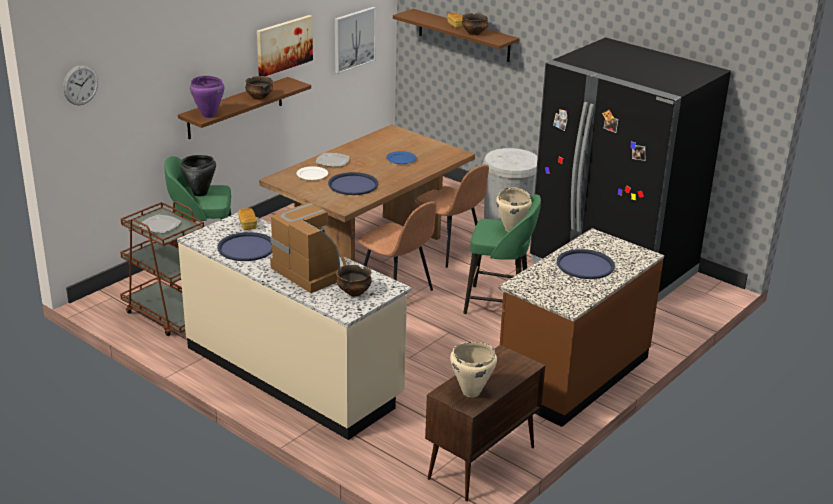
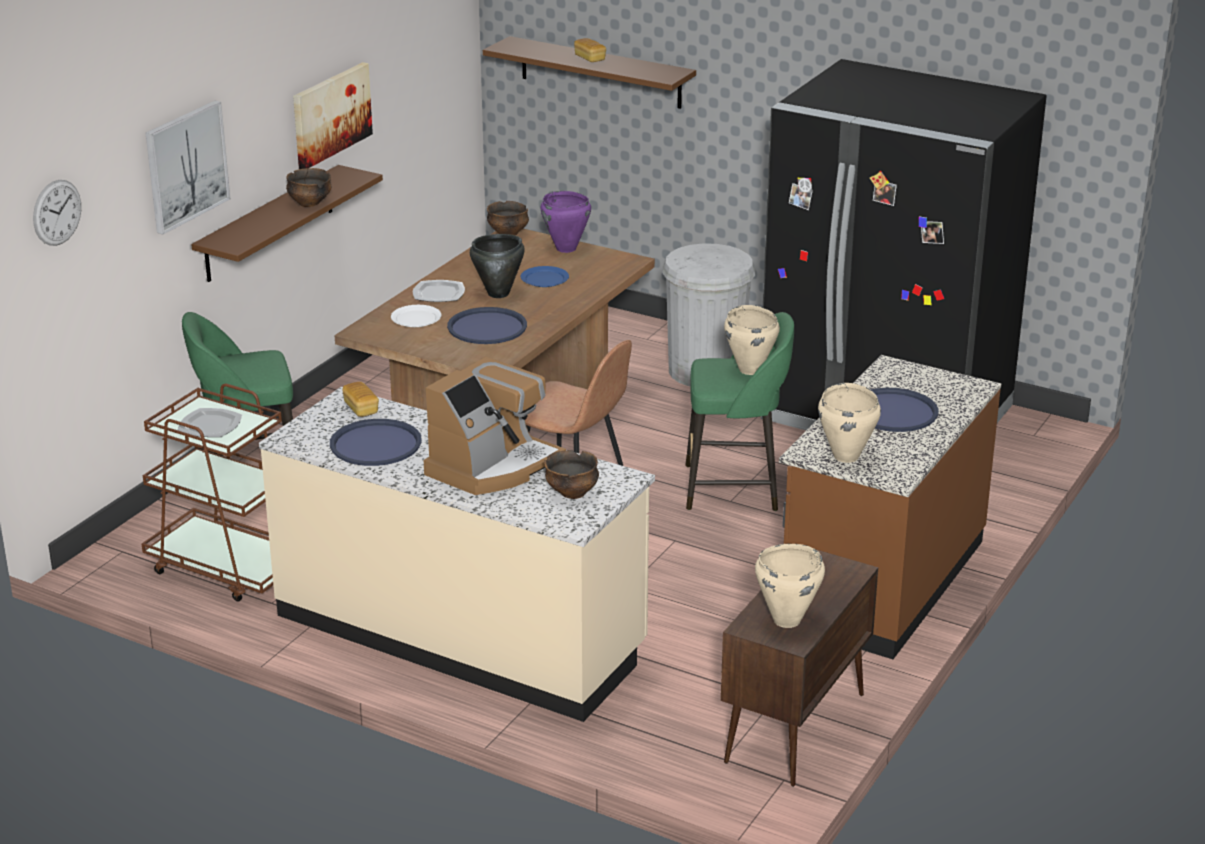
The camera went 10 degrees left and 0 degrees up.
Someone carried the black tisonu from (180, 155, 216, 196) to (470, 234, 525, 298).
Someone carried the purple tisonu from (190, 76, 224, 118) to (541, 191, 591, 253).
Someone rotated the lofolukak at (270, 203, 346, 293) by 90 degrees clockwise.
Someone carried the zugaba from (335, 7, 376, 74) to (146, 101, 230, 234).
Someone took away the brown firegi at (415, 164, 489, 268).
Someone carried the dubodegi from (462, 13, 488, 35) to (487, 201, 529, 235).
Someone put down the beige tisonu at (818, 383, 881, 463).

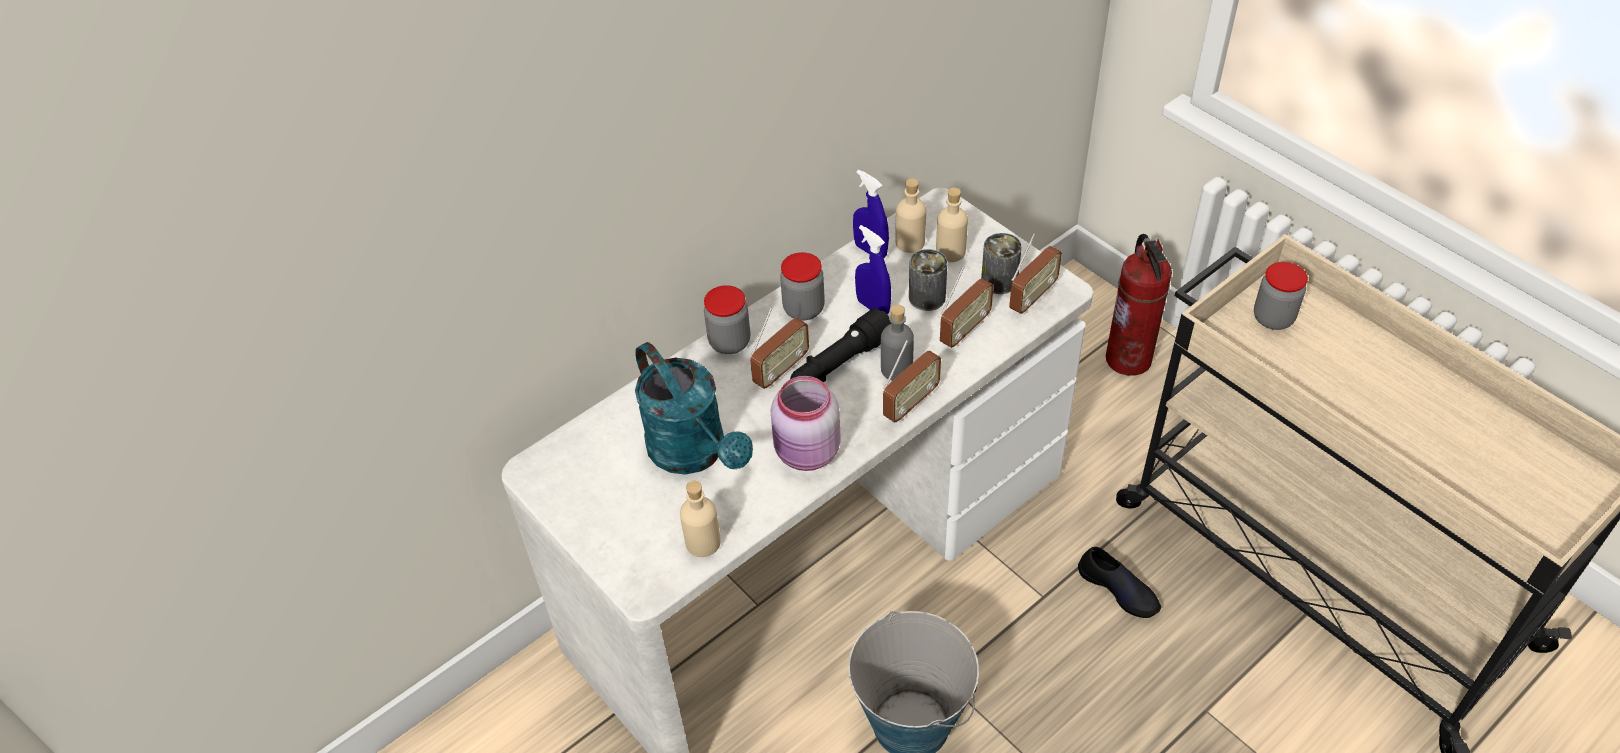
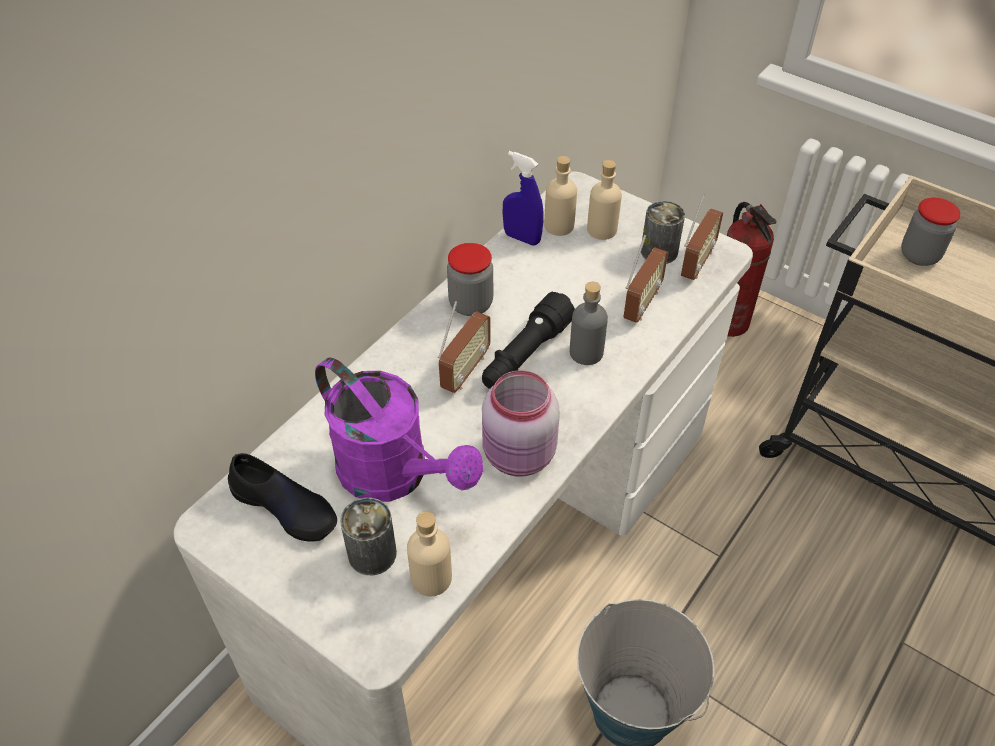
The camera went 15 degrees left and 0 degrees up.
Someone repainted the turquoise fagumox at (635, 342, 753, 475), which became the purple fagumox at (315, 358, 483, 502).
Someone took away the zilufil at (704, 285, 750, 354).
Someone took away the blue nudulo at (855, 225, 891, 315).
Someone took away the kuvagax at (883, 340, 941, 423).
Someone carried the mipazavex from (909, 249, 947, 311) to (340, 498, 397, 575).
Someone carried the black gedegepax from (1078, 547, 1161, 618) to (228, 453, 337, 542).

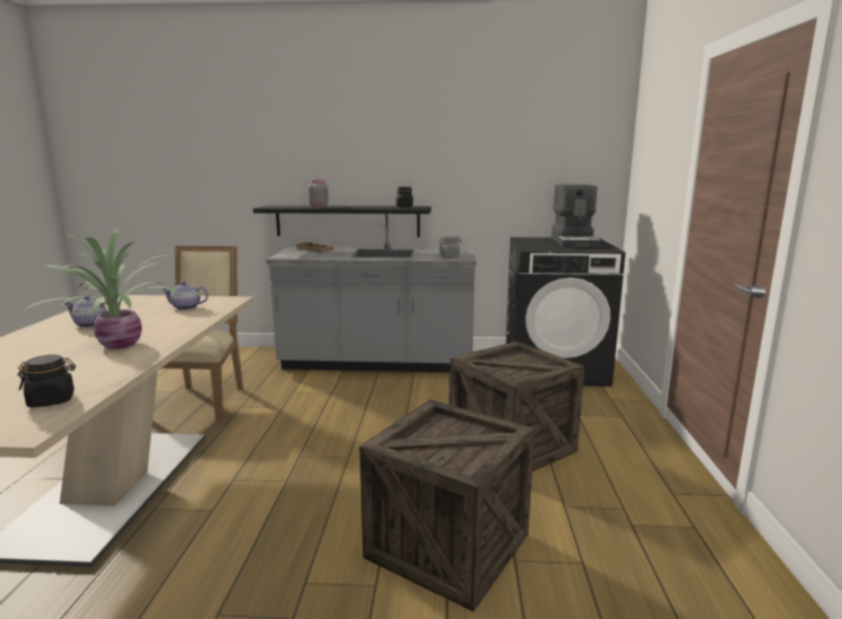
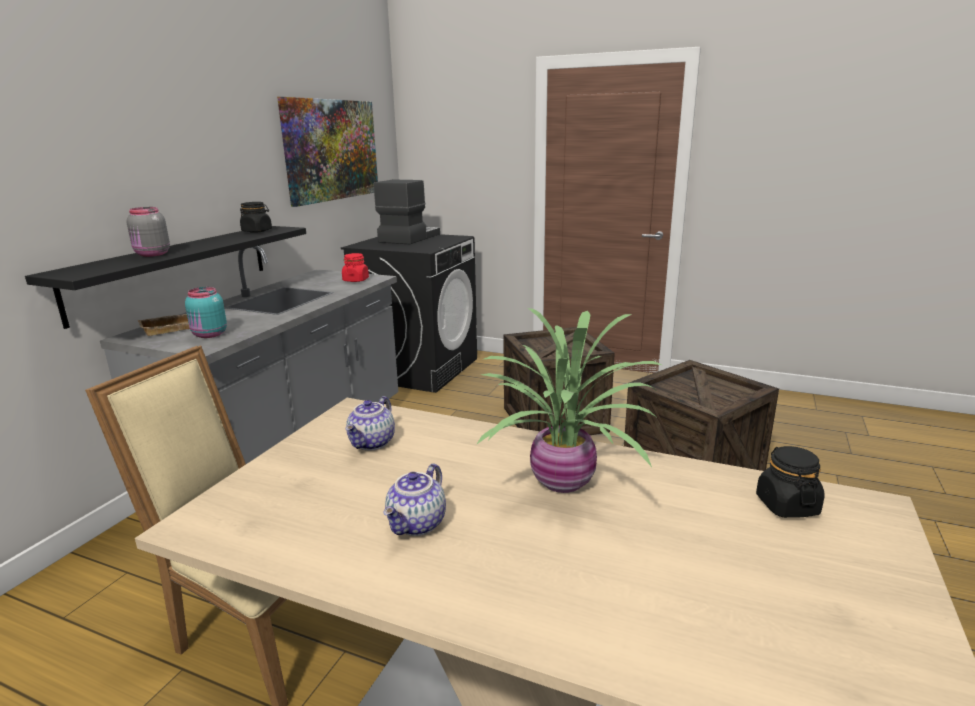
The camera went 70 degrees left and 5 degrees up.
Someone repainted the grey zilufil at (438, 235, 462, 258), which became the red zilufil at (342, 253, 369, 282).
Someone rotated the lofolukak at (551, 184, 601, 247) by 90 degrees counterclockwise.
Someone put down the turquoise zilufil at (185, 287, 227, 338).
Someone put up the zugaba at (277, 97, 378, 207).

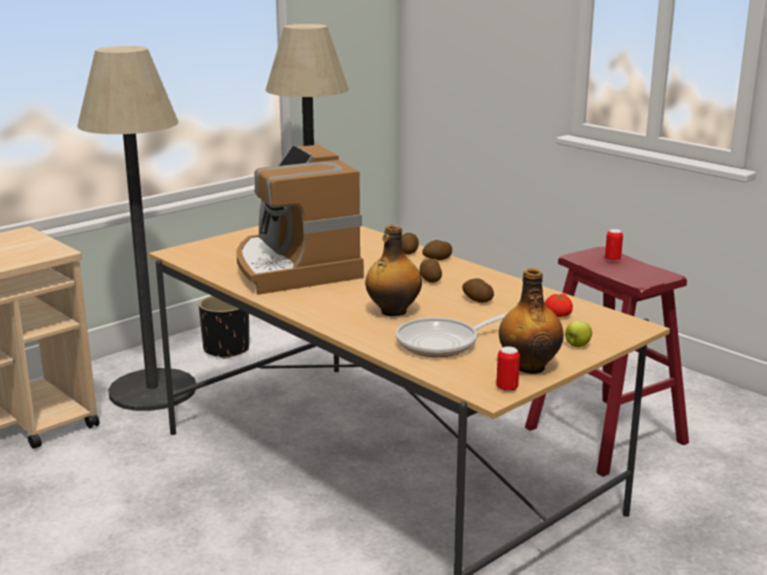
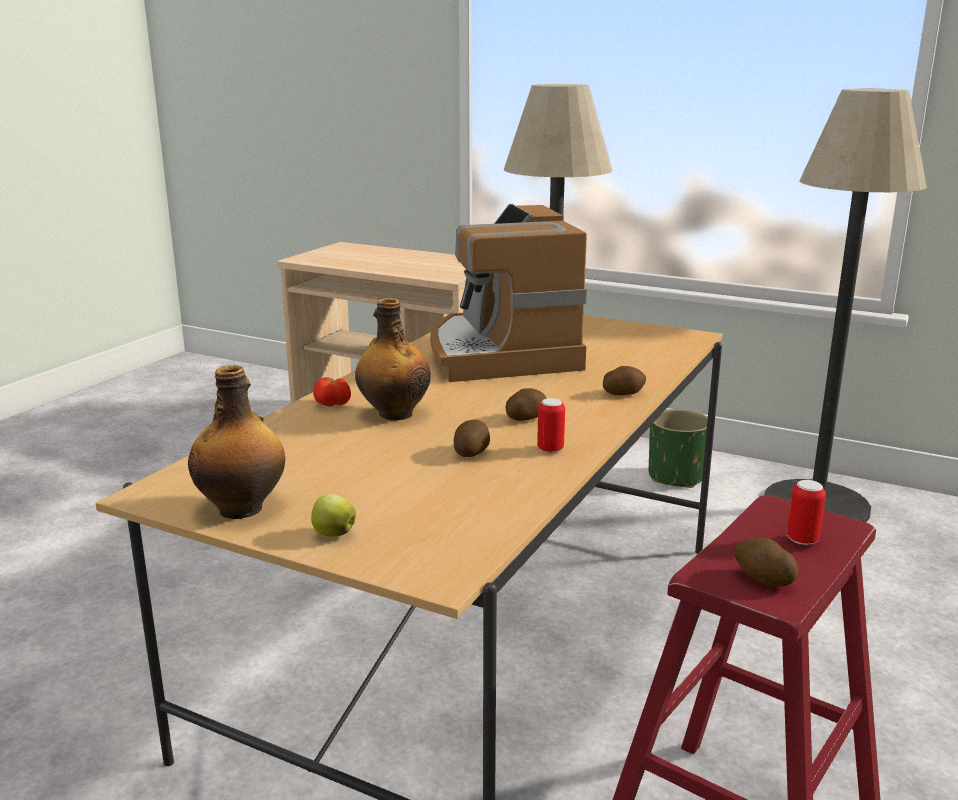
The camera went 70 degrees right and 0 degrees up.
Someone repainted the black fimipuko at (199, 296, 249, 359), which became the green fimipuko at (649, 409, 708, 488).
Someone rotated the lofolukak at (236, 145, 364, 295) by 60 degrees counterclockwise.
Someone took away the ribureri at (396, 313, 507, 357).
Someone carried the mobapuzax from (422, 240, 452, 260) to (734, 538, 798, 587).
Someone carried the mipazavex from (496, 346, 520, 392) to (537, 398, 565, 453).
Someone carried the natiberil from (545, 294, 573, 317) to (313, 377, 351, 407).

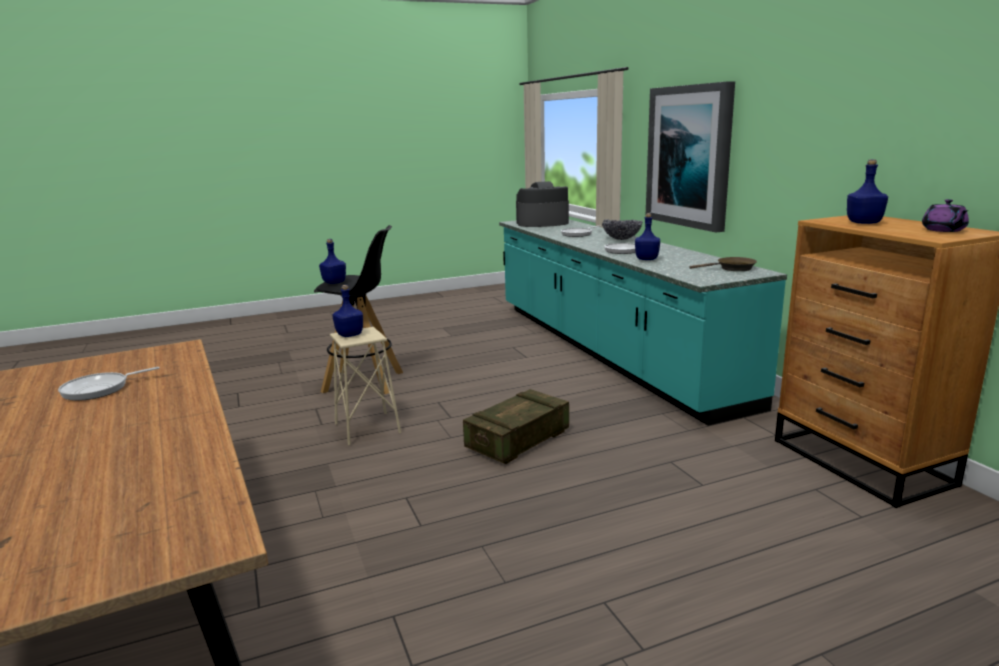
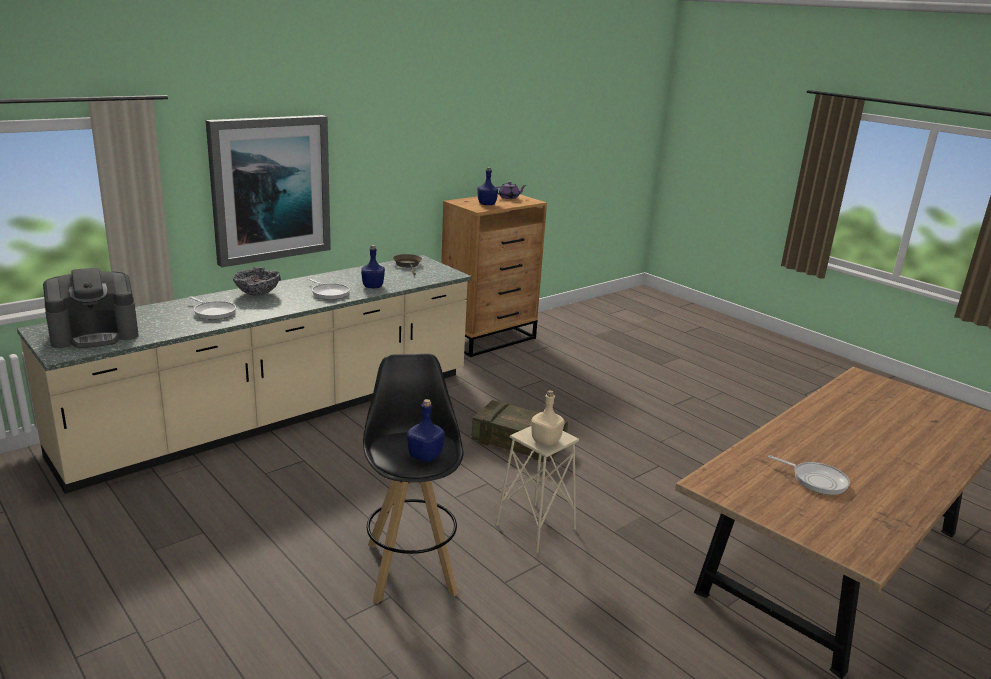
The camera went 110 degrees left and 5 degrees up.
Someone repainted the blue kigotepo at (333, 285, 363, 337), which became the beige kigotepo at (531, 390, 565, 446).
Someone repainted the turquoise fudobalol at (499, 219, 787, 426), which became the beige fudobalol at (17, 255, 472, 494).
Someone rotated the lofolukak at (516, 181, 569, 227) by 90 degrees counterclockwise.

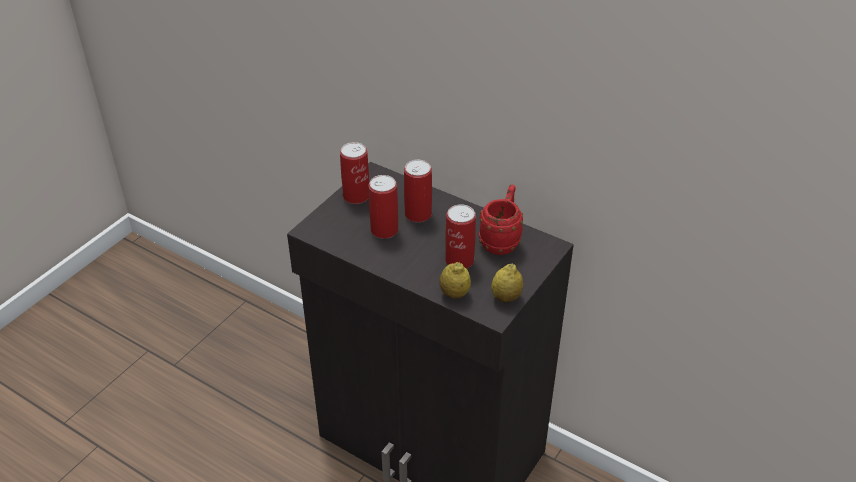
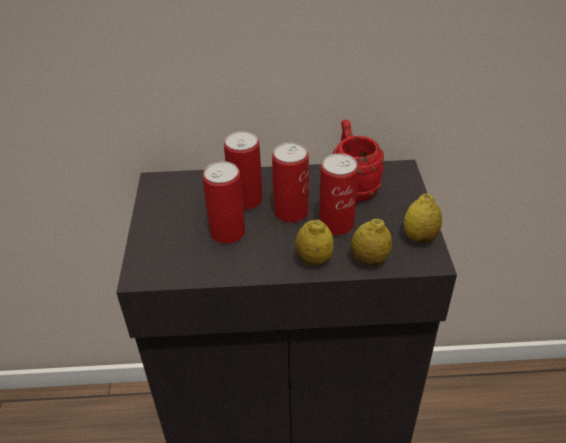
The camera went 35 degrees left and 0 degrees up.
Someone carried the mipazavex from (340, 142, 369, 204) to (272, 142, 309, 223).
Someone put down the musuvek at (295, 220, 334, 265).

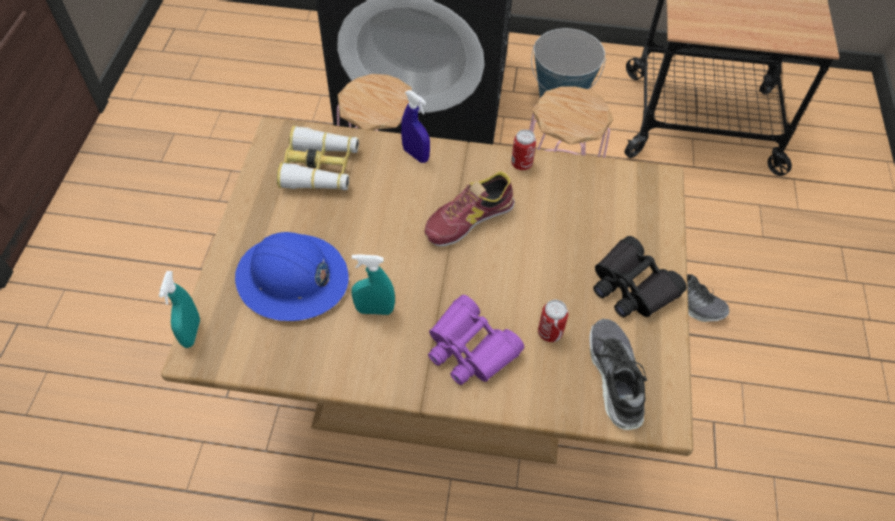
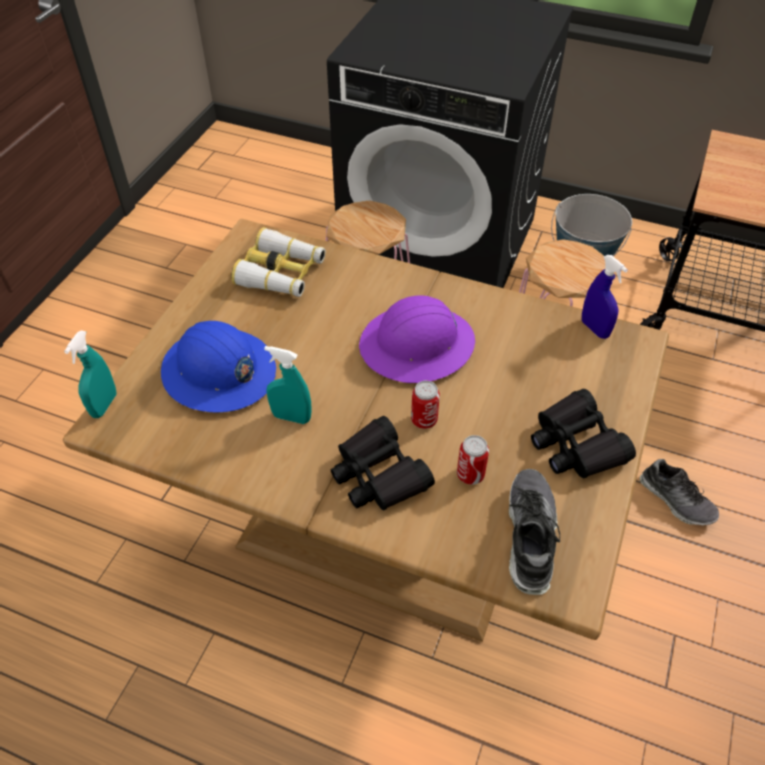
The camera went 15 degrees right and 5 degrees down.
Someone carried the blue nudulo from (401, 90, 430, 163) to (582, 255, 628, 339).
Someone swapped the gedegepax at (425, 172, 515, 247) for the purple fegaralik at (359, 295, 475, 383).
Someone repainted the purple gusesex at (428, 295, 524, 385), which became the black gusesex at (331, 416, 435, 510).
Someone carried the mipazavex from (511, 129, 536, 170) to (411, 381, 440, 429).

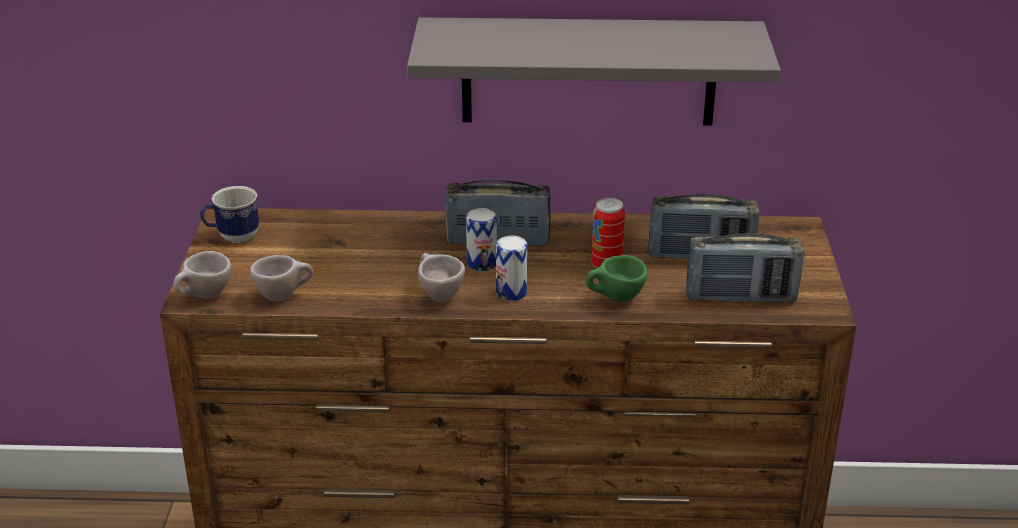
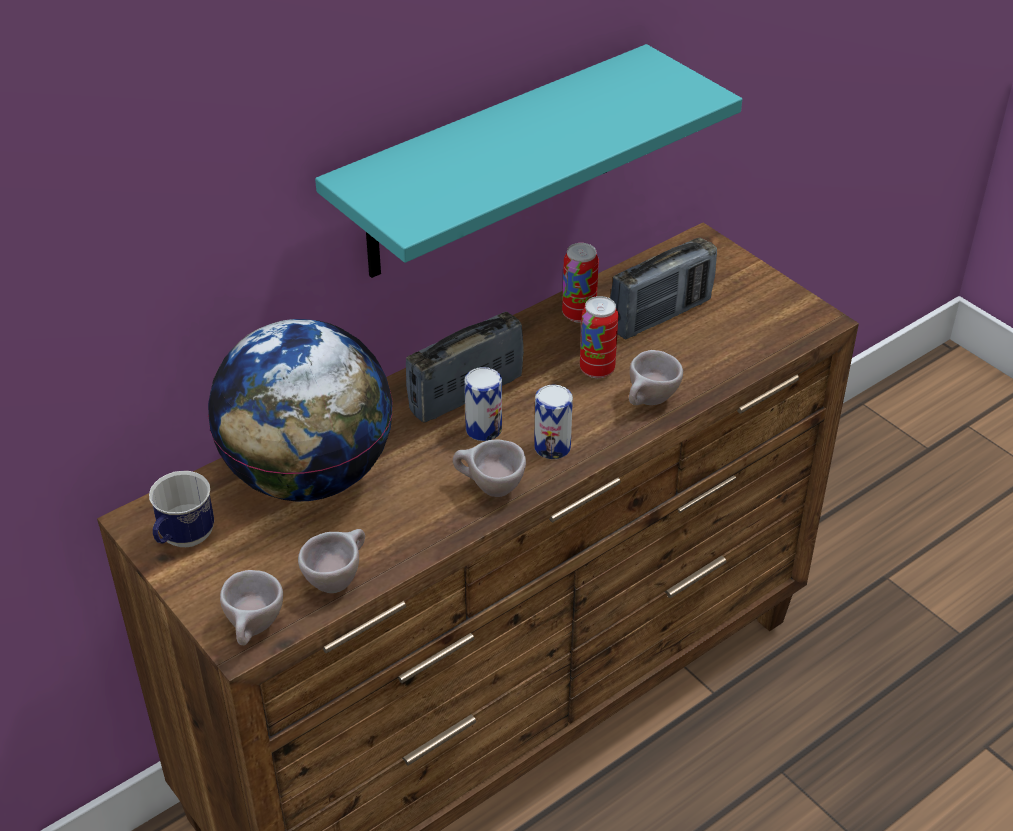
The camera went 40 degrees left and 10 degrees up.
Someone repainted the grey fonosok at (407, 17, 781, 126), which became the turquoise fonosok at (315, 44, 742, 278).
Someone repainted the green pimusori at (585, 255, 648, 303), which became the beige pimusori at (629, 350, 683, 405).
Someone took away the kuvagax at (686, 233, 804, 303).
Someone put down the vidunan at (208, 319, 393, 501).
Someone put down the mipazavex at (562, 243, 599, 323).

